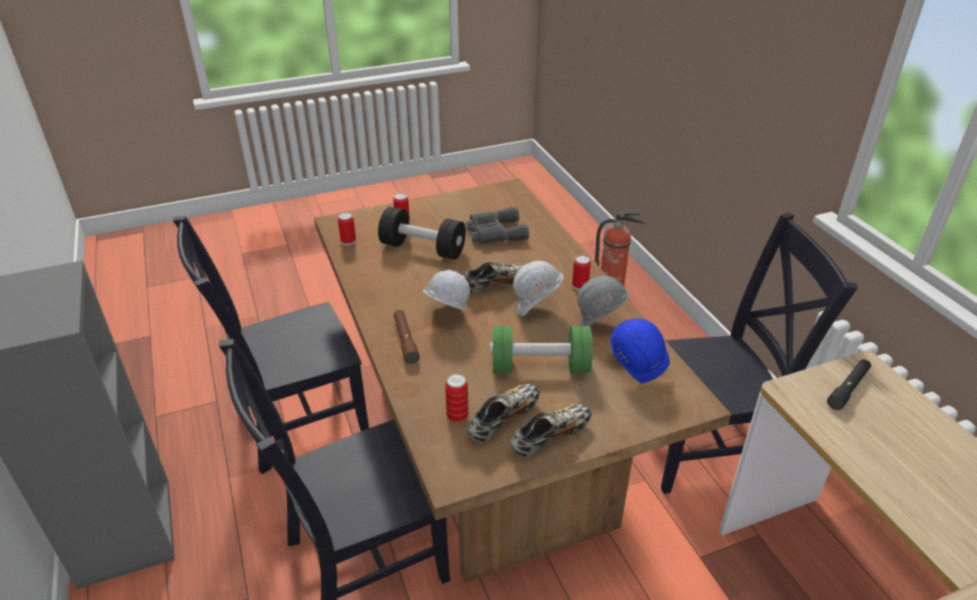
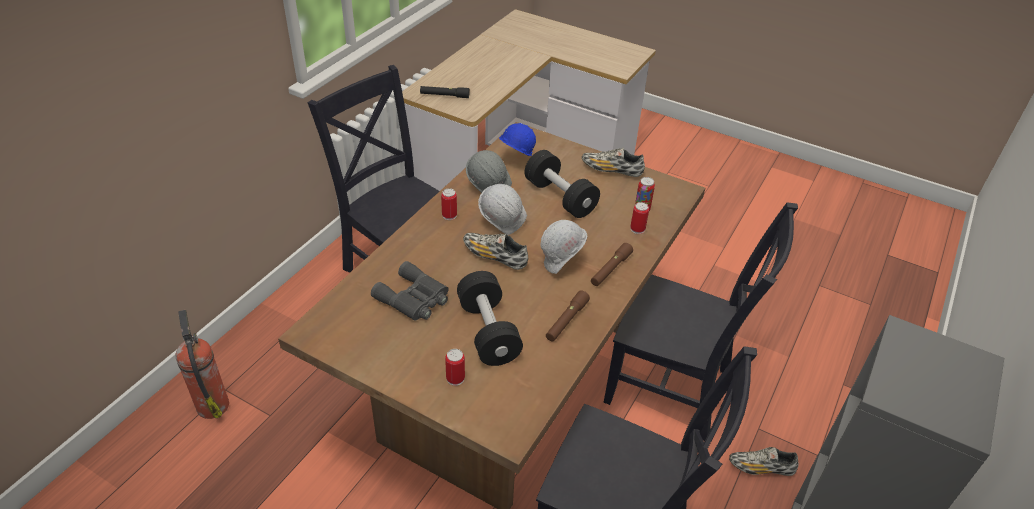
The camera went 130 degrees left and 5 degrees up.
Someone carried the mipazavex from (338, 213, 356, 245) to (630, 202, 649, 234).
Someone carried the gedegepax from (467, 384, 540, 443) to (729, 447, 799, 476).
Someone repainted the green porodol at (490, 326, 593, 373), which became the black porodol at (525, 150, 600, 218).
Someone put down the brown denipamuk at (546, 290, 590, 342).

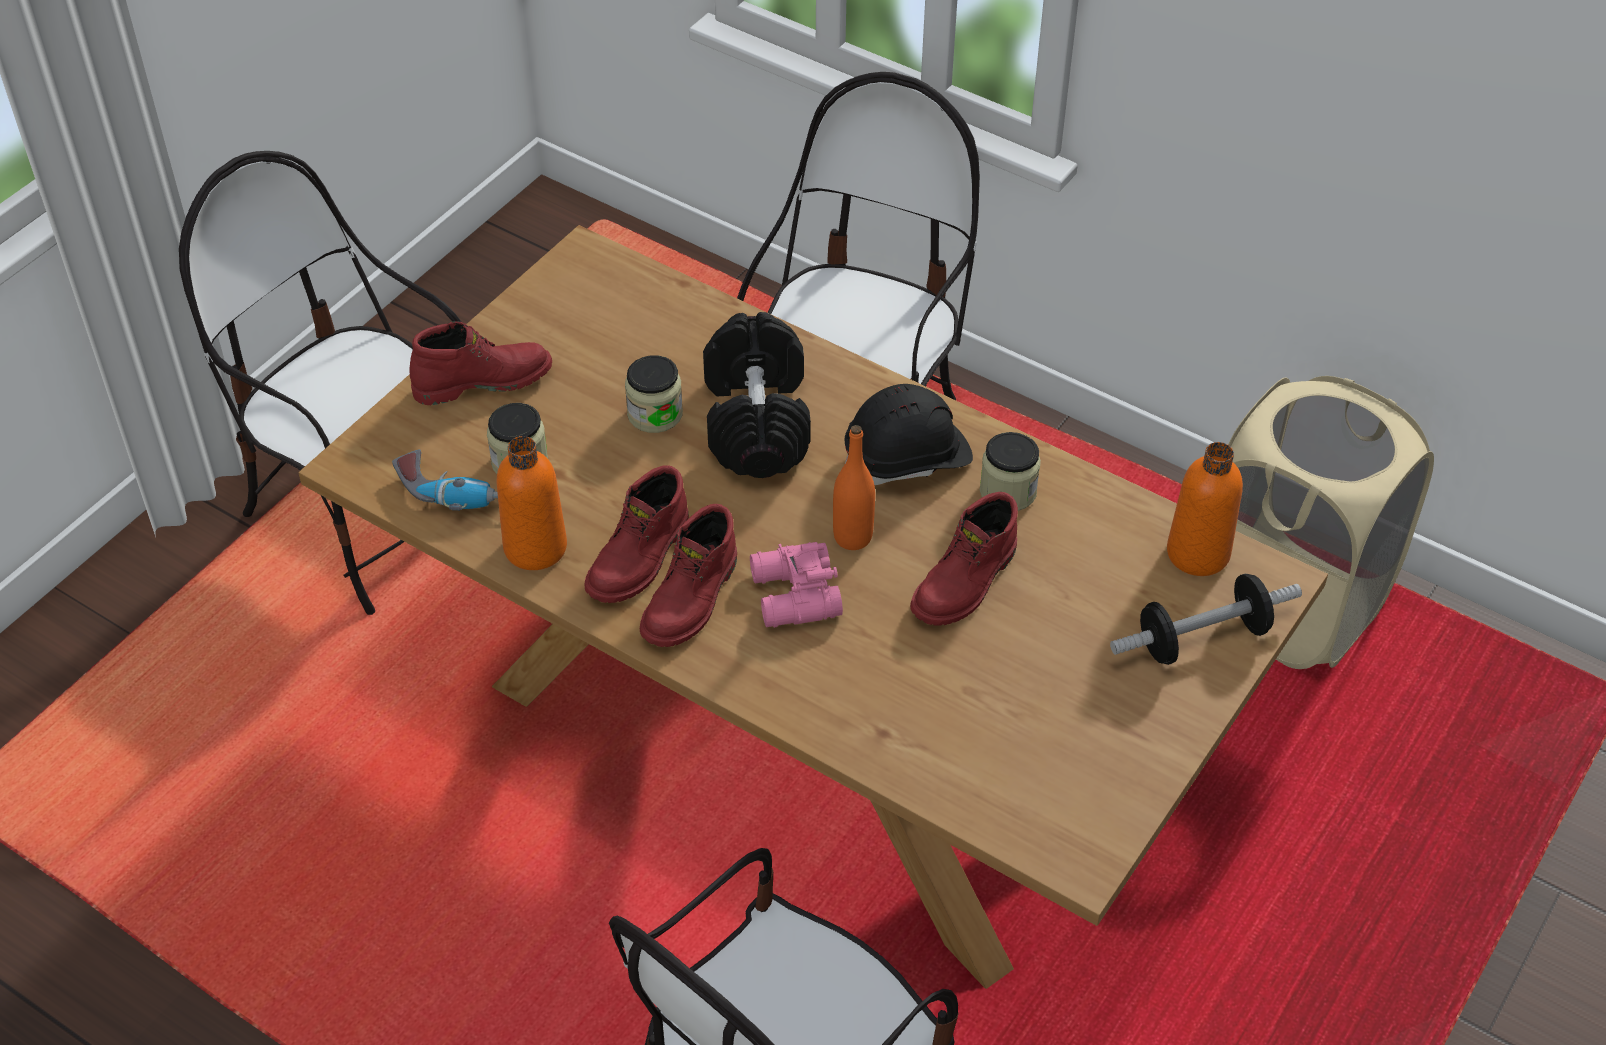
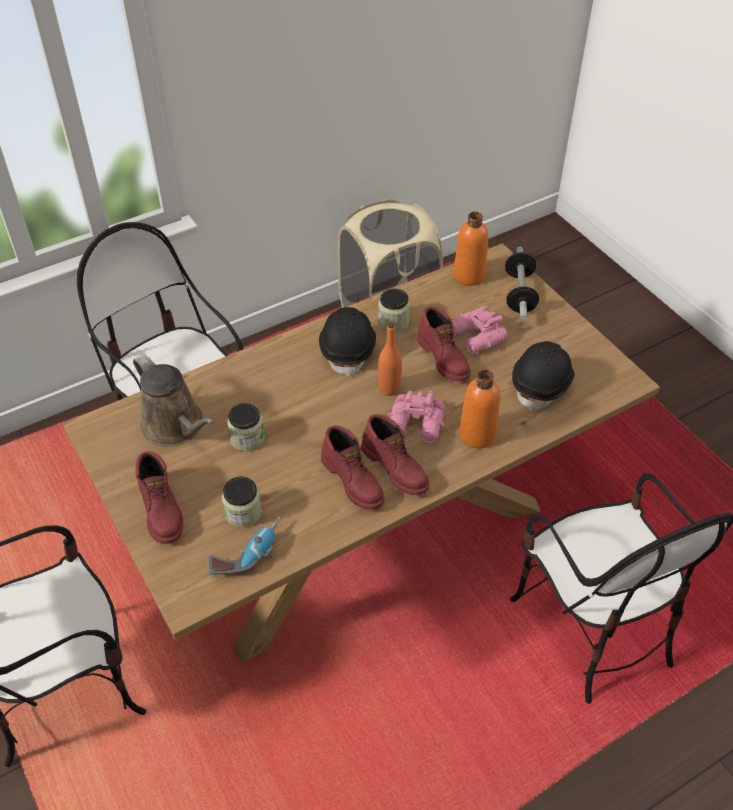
The camera went 65 degrees left and 0 degrees up.
Someone rotated the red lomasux at (410, 321, 552, 405) by 150 degrees clockwise.
Someone carried the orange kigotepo from (497, 436, 567, 570) to (459, 370, 501, 448).
Someone took away the black porodol at (703, 312, 811, 478).
Someone put down the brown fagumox at (133, 354, 214, 446).
Someone put down the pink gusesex at (452, 306, 508, 354).
Someone put down the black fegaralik at (512, 341, 575, 411).

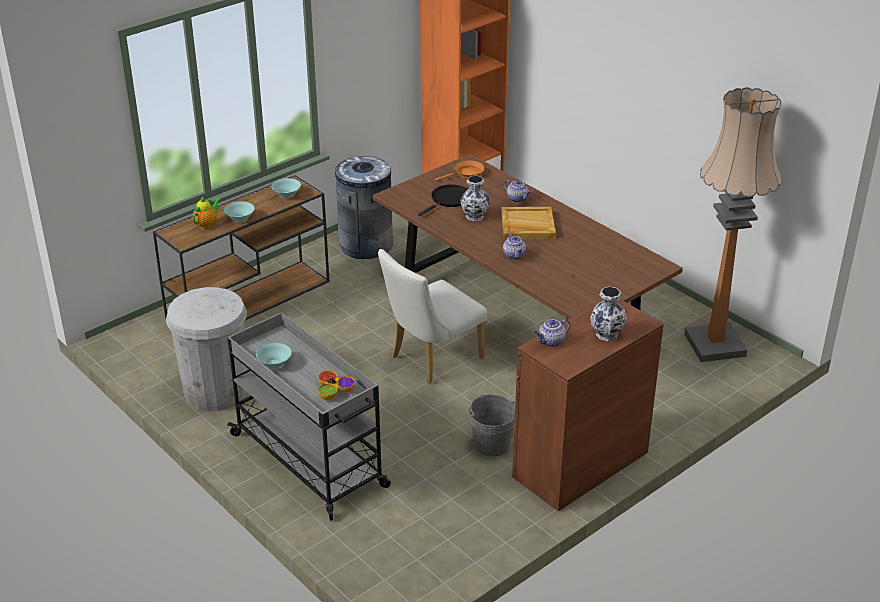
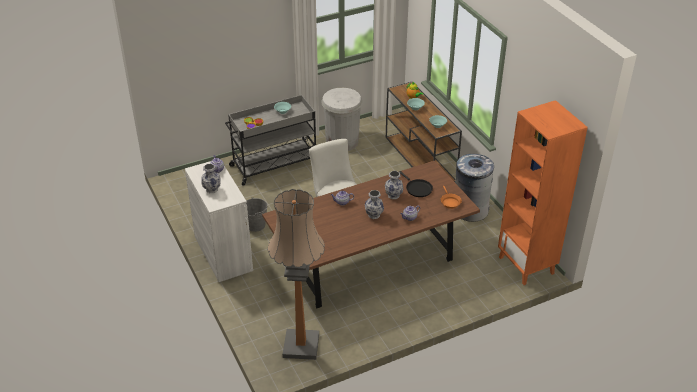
The camera went 105 degrees right and 5 degrees up.
Someone swapped the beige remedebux at (501, 207, 556, 240) for the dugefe at (365, 190, 384, 219).
Someone repainted the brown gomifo at (512, 299, 664, 511), which became the white gomifo at (185, 161, 253, 282).

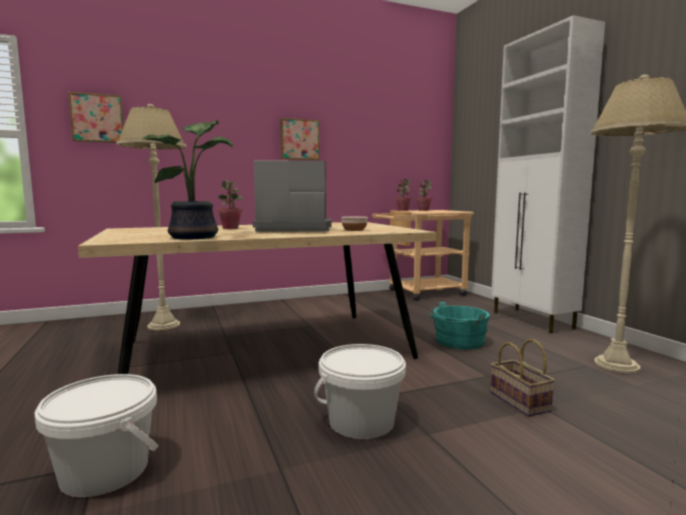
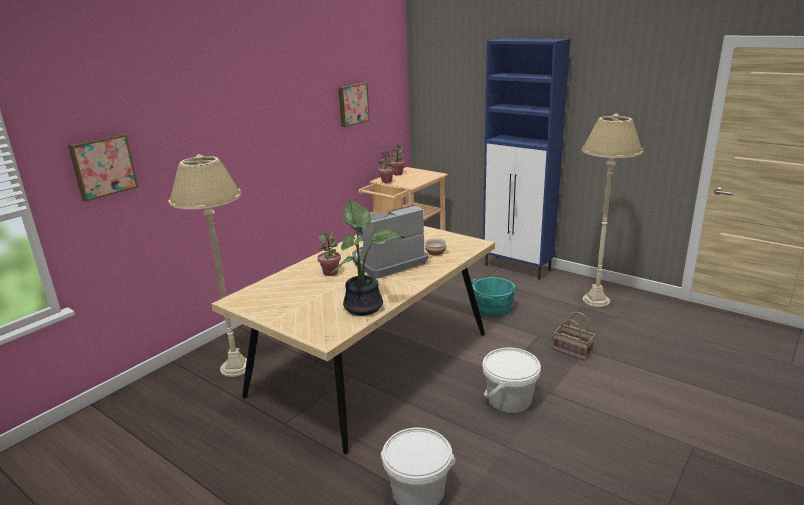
The camera went 30 degrees left and 15 degrees up.
Someone carried the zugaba from (280, 118, 320, 160) to (338, 82, 370, 127).
Someone repainted the white gomifo at (491, 15, 605, 333), which became the blue gomifo at (483, 38, 570, 280).

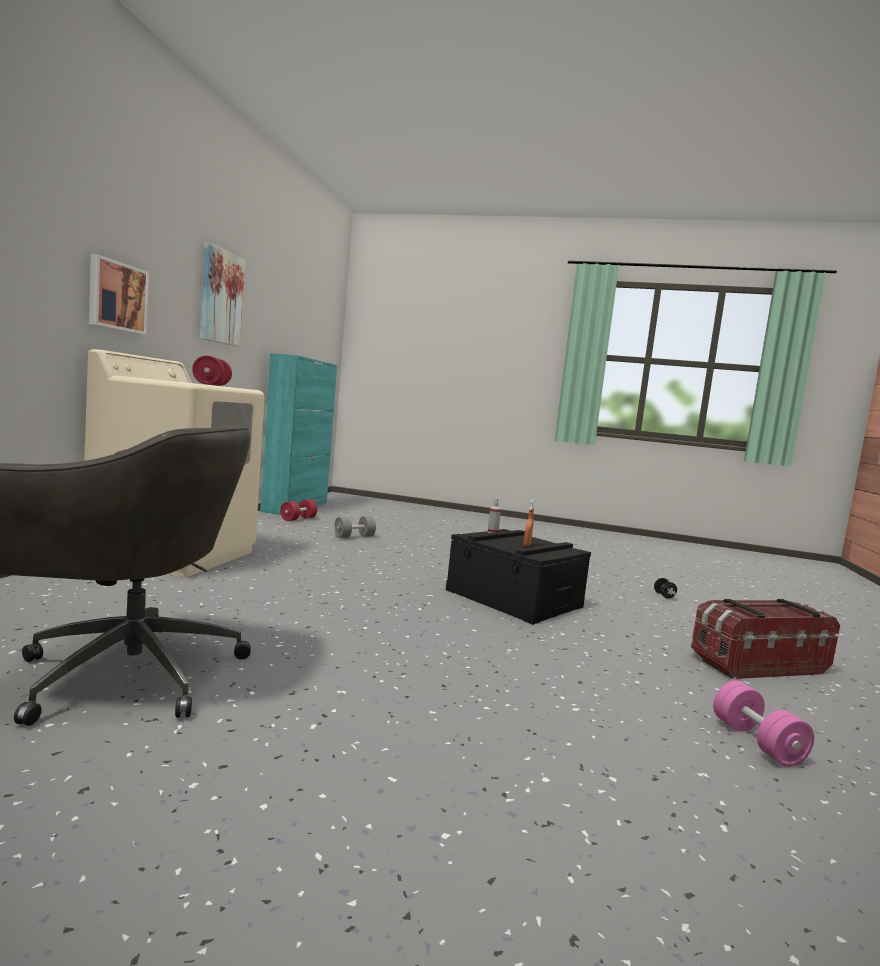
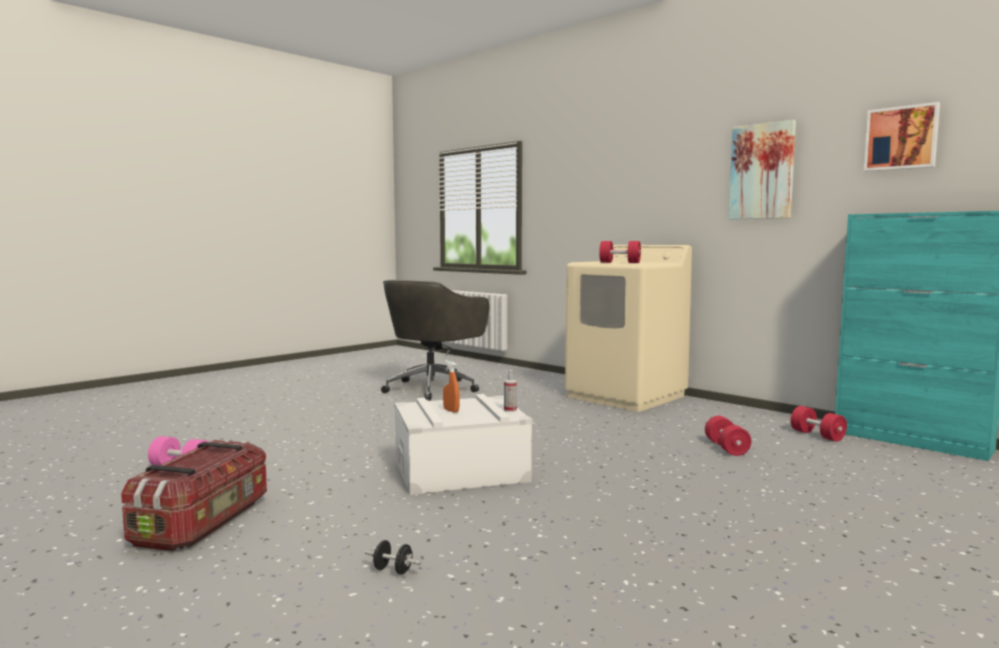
The camera went 120 degrees right and 0 degrees up.
Someone carried the zugaba from (89, 254, 149, 335) to (864, 102, 940, 171).
Someone repainted the grey porodol at (334, 516, 376, 538), which became the red porodol at (705, 416, 751, 456).
Someone repainted the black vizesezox at (446, 529, 591, 625), which became the white vizesezox at (394, 394, 532, 495).

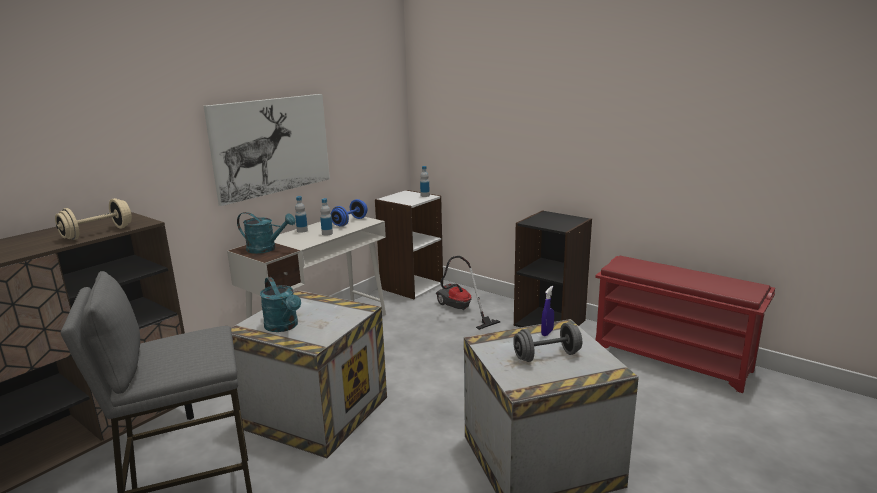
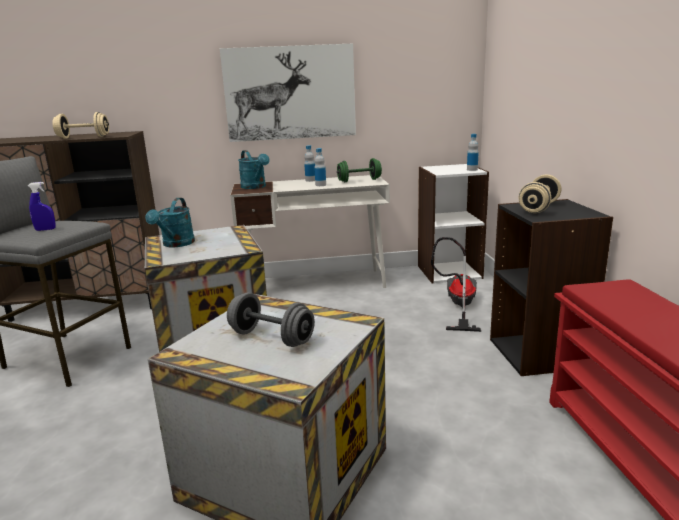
The camera went 45 degrees right and 0 degrees up.
Someone repainted the blue porodol at (330, 199, 368, 227), which became the green porodol at (337, 158, 382, 182).
Someone carried the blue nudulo from (541, 286, 554, 336) to (28, 182, 56, 231).
Someone put down the beige porodol at (519, 175, 562, 213).

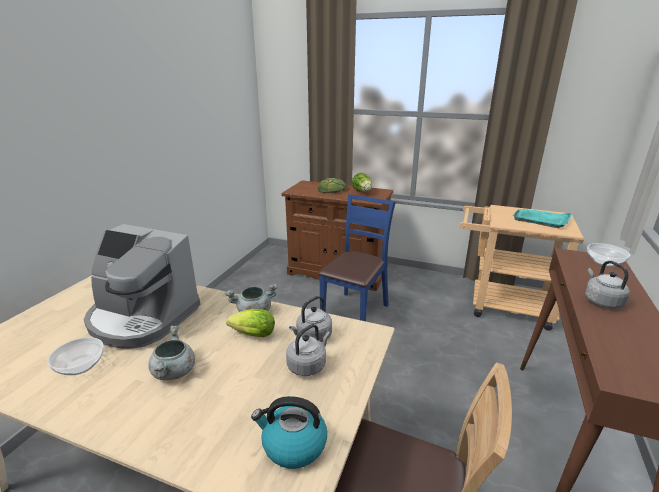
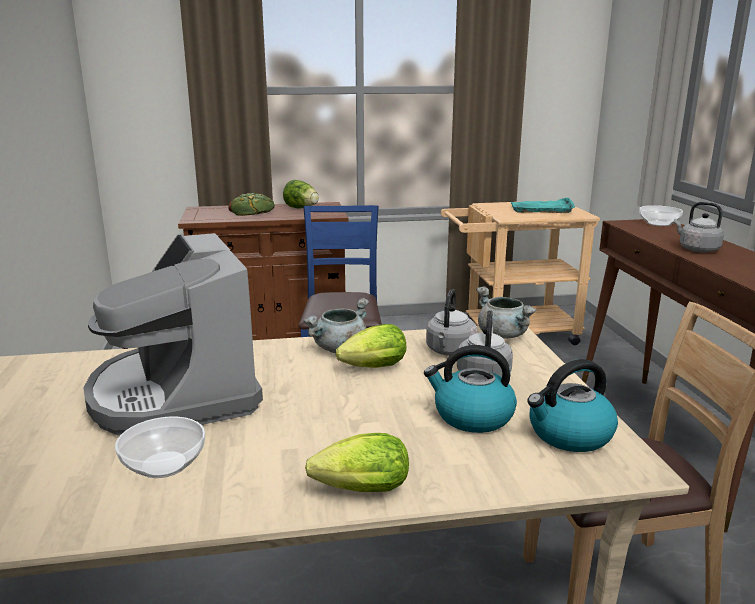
The camera went 30 degrees left and 5 degrees down.
Someone rotated the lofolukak at (84, 224, 200, 349) by 75 degrees clockwise.
Someone carried the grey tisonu from (148, 326, 195, 380) to (476, 287, 537, 339).
Someone put down the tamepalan at (305, 433, 409, 492).
Someone put down the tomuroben at (424, 345, 517, 433).

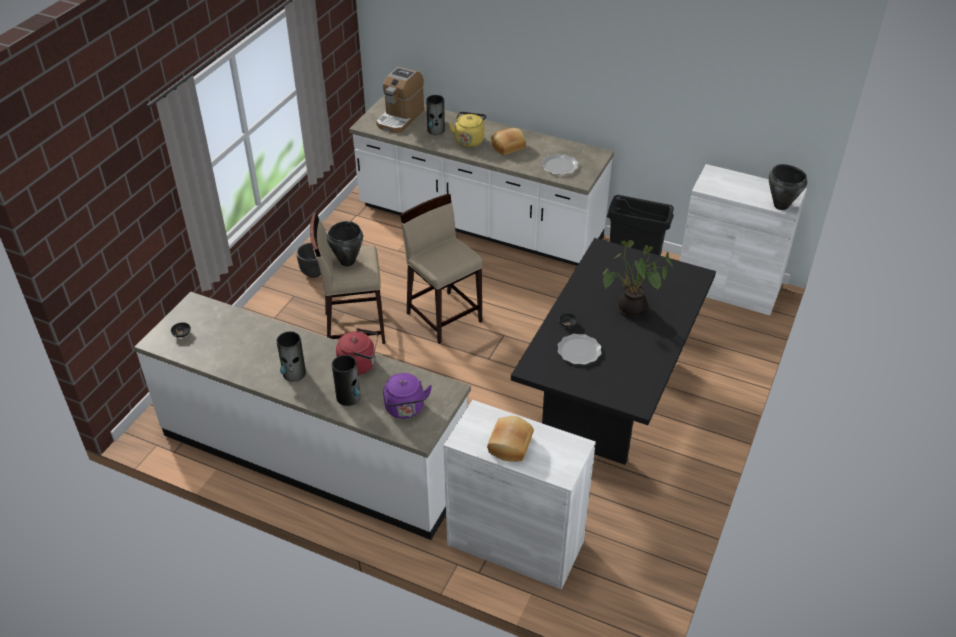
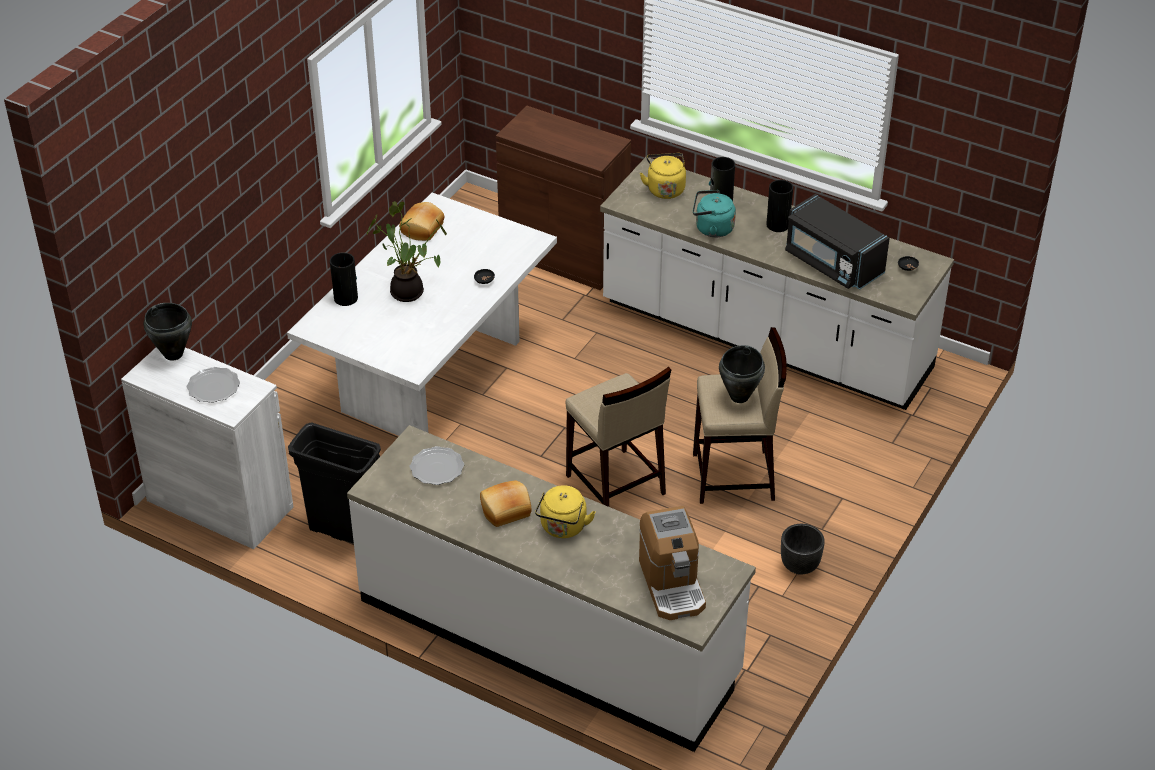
The camera went 175 degrees left and 0 degrees up.
Someone repainted the red tomuroben at (336, 328, 378, 375), which became the turquoise tomuroben at (693, 190, 736, 237).
Someone rotated the lofolukak at (376, 67, 424, 133) by 135 degrees clockwise.
Someone repainted the purple tomuroben at (383, 373, 432, 419), which became the yellow tomuroben at (640, 153, 686, 199).
Someone carried the dugefe from (426, 95, 445, 135) to (330, 252, 358, 306).
Someone repainted the white gomifo at (444, 400, 596, 590), which became the brown gomifo at (496, 106, 631, 290).
Someone carried the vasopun from (487, 416, 534, 461) to (399, 202, 444, 241).
Someone repainted the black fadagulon at (511, 238, 716, 465), which became the white fadagulon at (287, 193, 557, 436).
Someone carried the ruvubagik from (558, 334, 602, 365) to (187, 367, 240, 403).
Someone put down the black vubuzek at (785, 194, 890, 290).

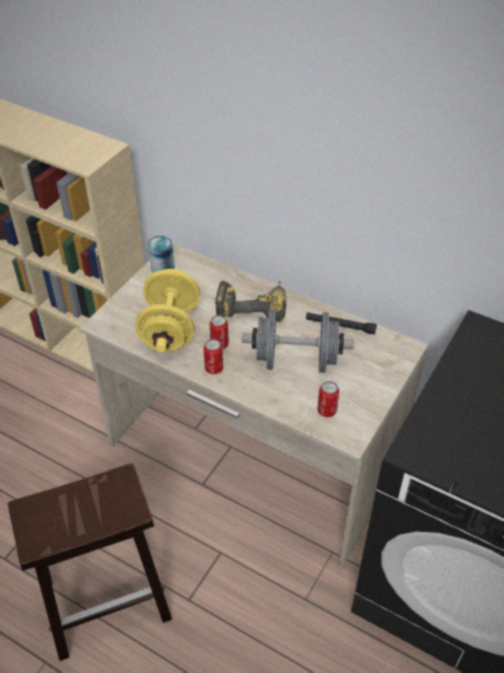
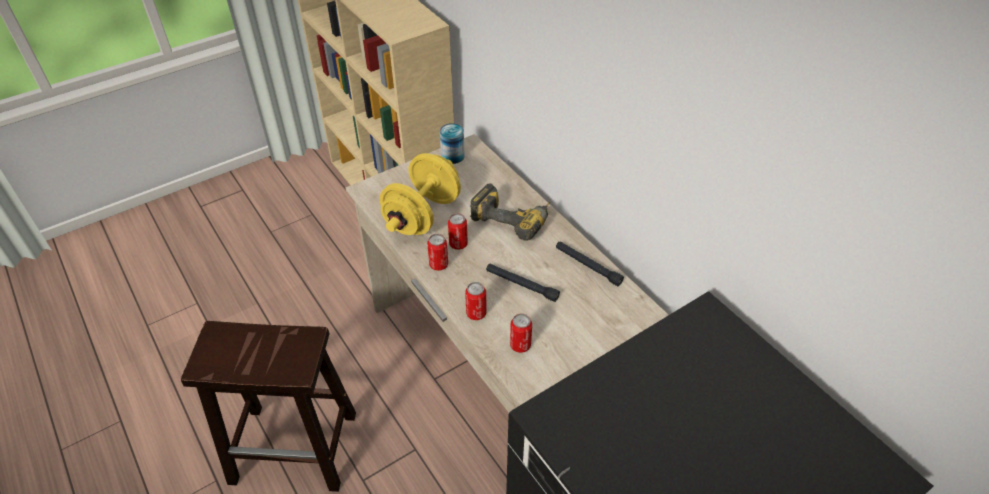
The camera went 25 degrees right and 0 degrees up.
Someone swapped the grey porodol at (242, 309, 354, 373) for the black denipamuk at (486, 264, 560, 302).
Someone put down the mipazavex at (465, 282, 486, 320).

